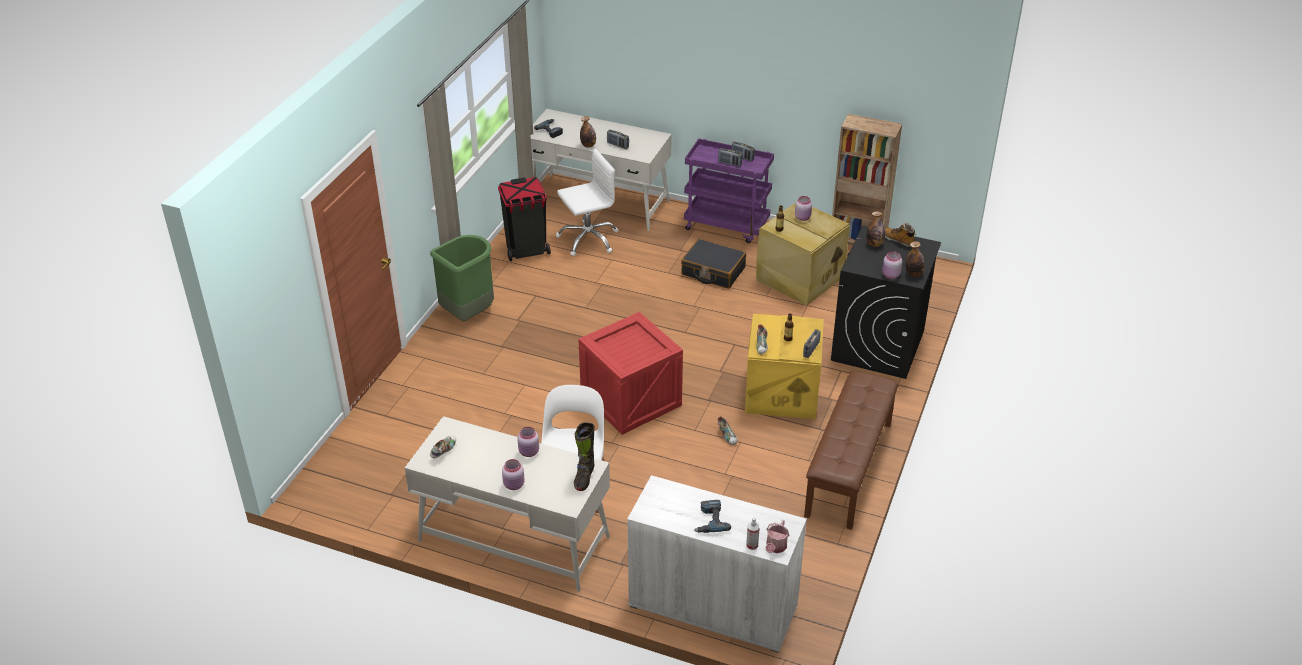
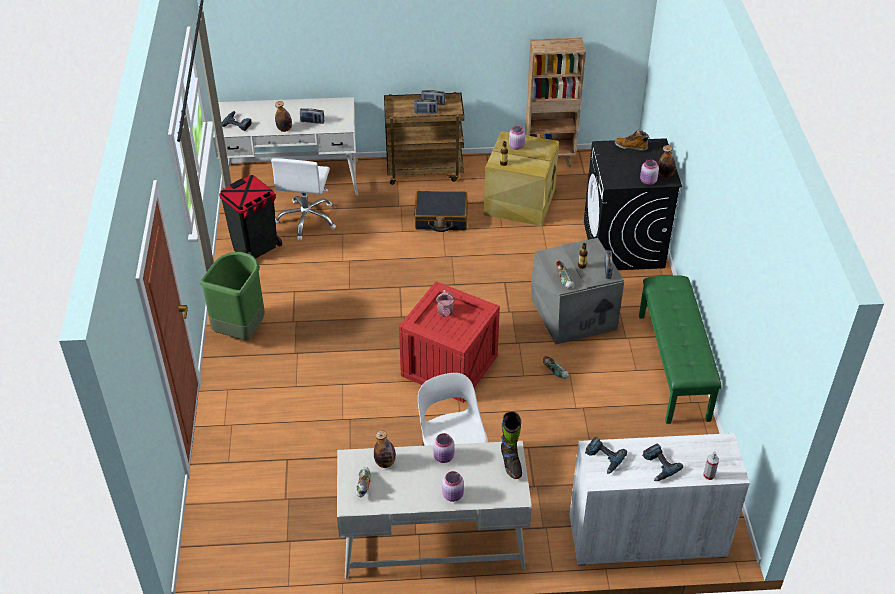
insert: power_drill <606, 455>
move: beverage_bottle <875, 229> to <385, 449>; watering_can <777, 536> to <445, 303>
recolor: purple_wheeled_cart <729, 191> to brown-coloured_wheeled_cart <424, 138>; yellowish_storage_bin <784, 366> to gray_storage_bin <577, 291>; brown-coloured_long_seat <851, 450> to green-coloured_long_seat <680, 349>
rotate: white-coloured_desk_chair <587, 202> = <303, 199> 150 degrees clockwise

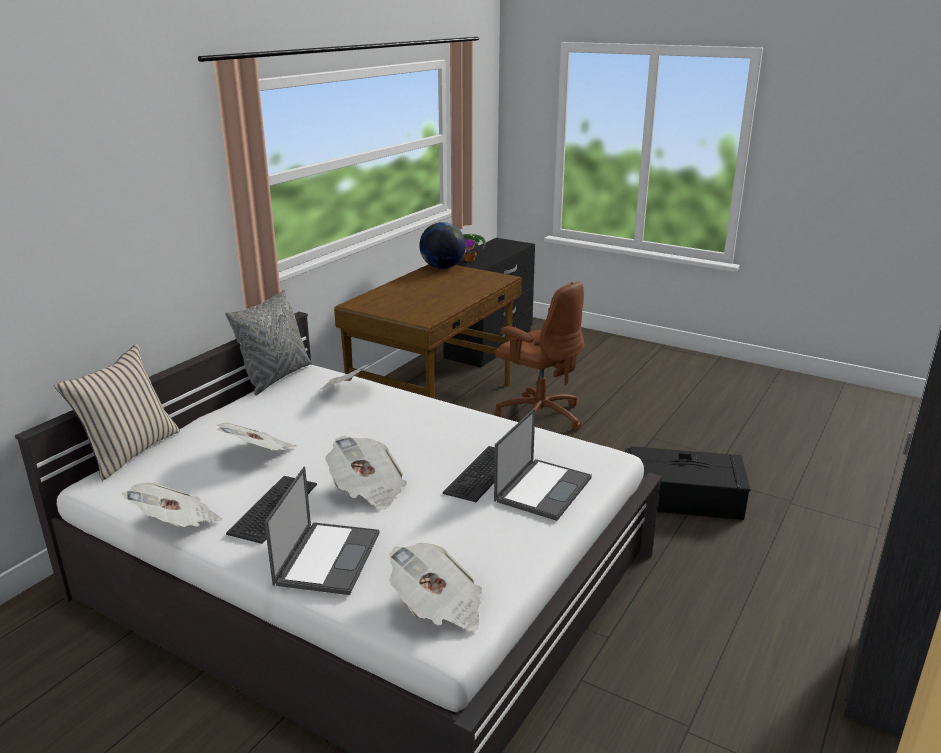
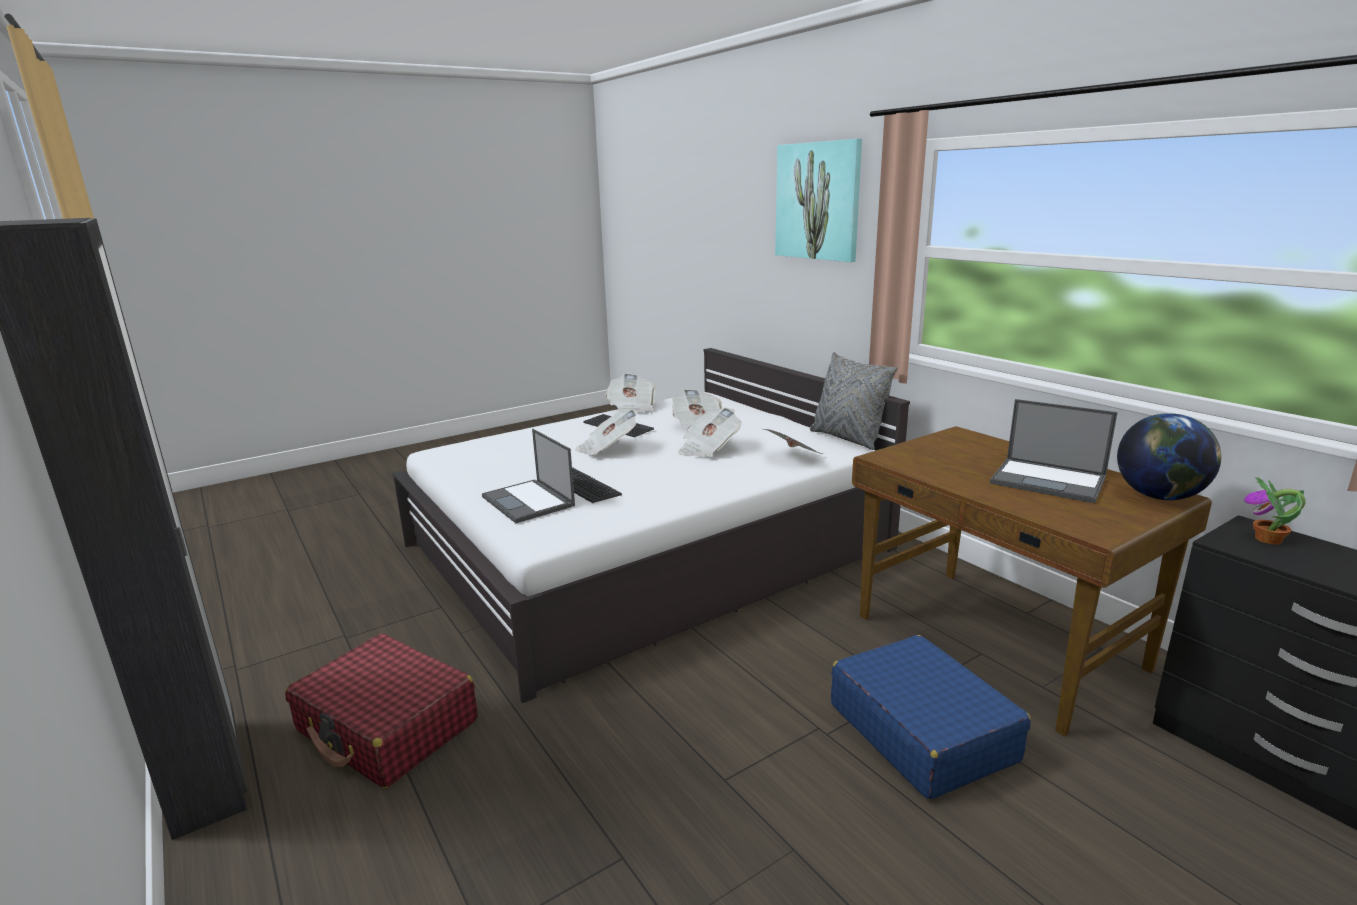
delete: beige_cushion <117, 412>; blackish_storage_bin <688, 483>
insert: wall_picture <818, 200>; red_travel_case <381, 710>
move: portable_computer <322, 531> to <1054, 451>; newspaper <435, 587> to <709, 432>
replace: brown-coloured_desk_chair <539, 355> to blue_travel_case <931, 717>

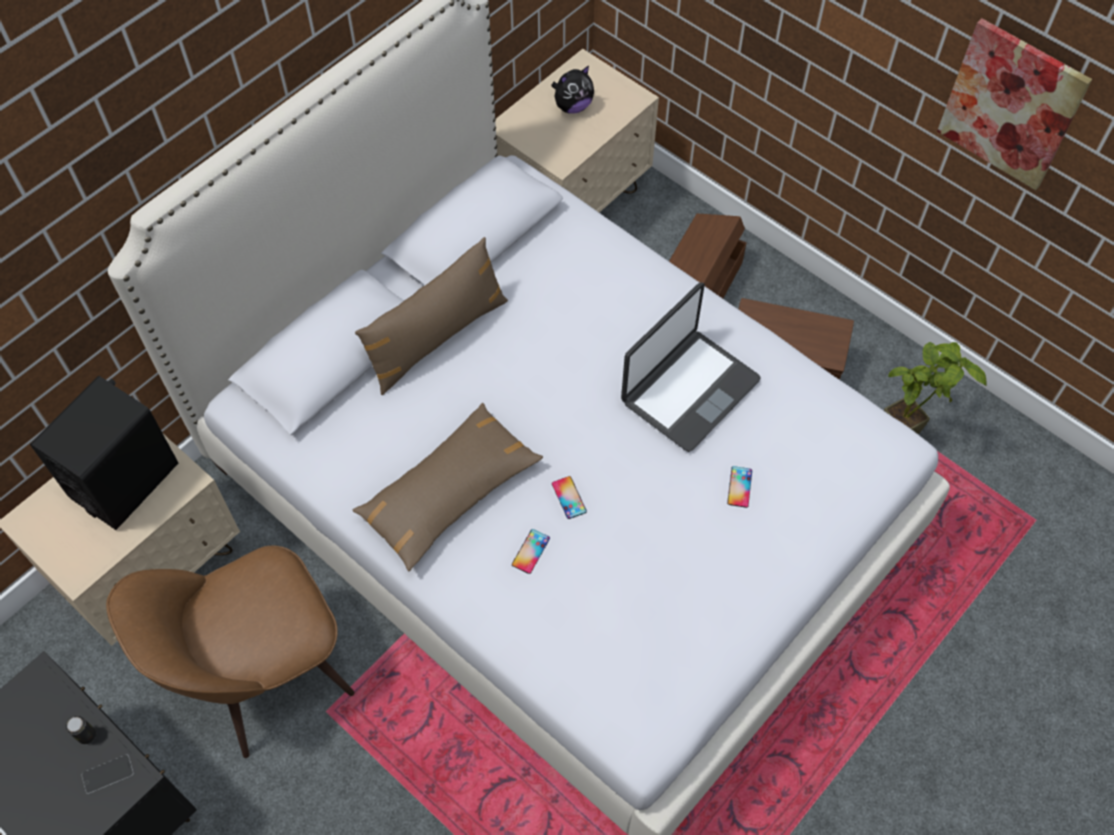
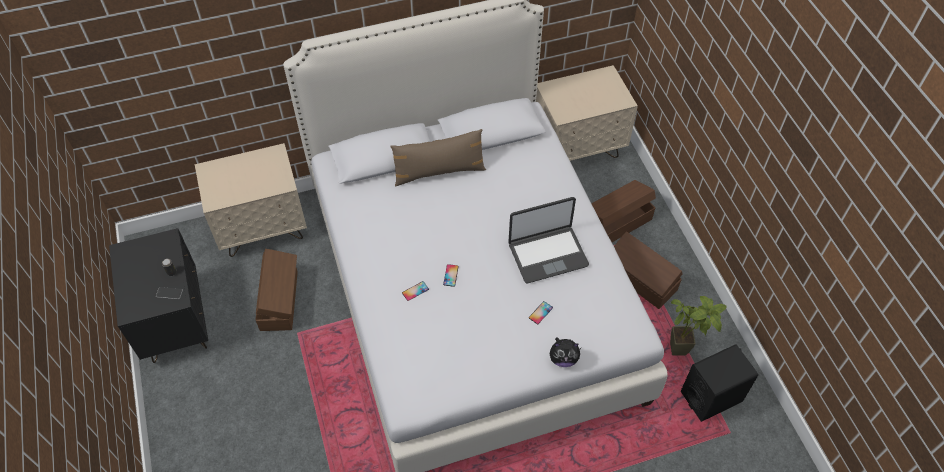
delete: wall_picture <1014, 104>; brown-coloured_cushion <447, 487>
move: plush_toy <572, 90> to <565, 352>; blackish_loudspeaker <104, 453> to <719, 383>
replace: brown-coloured_chair <230, 652> to brown-coloured_storage_bin <276, 290>

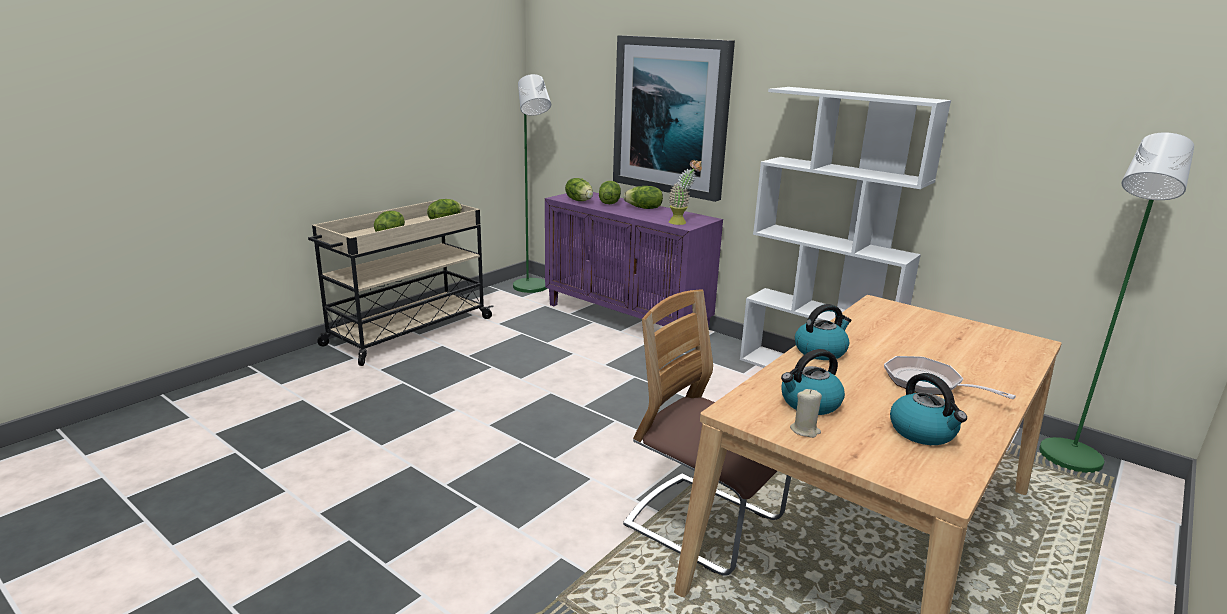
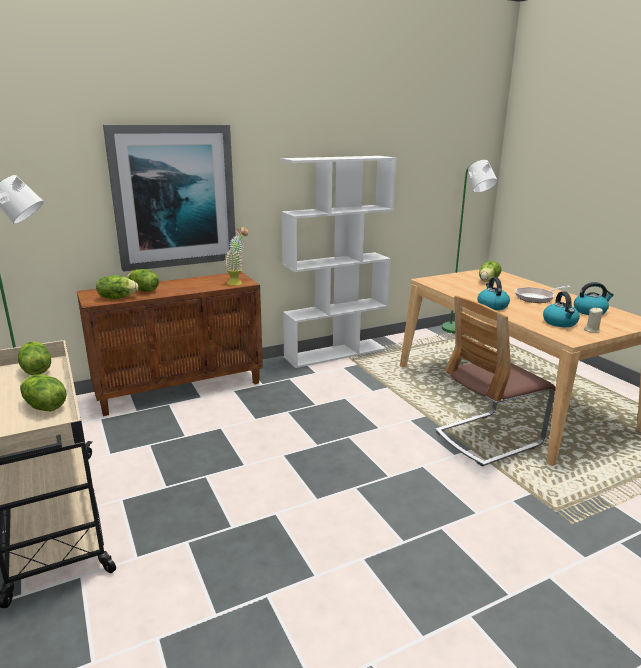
move: lettuce_head <643, 197> to <490, 271>
recolor: purple_cupboard <634, 260> to brown-coloured_cupboard <170, 344>

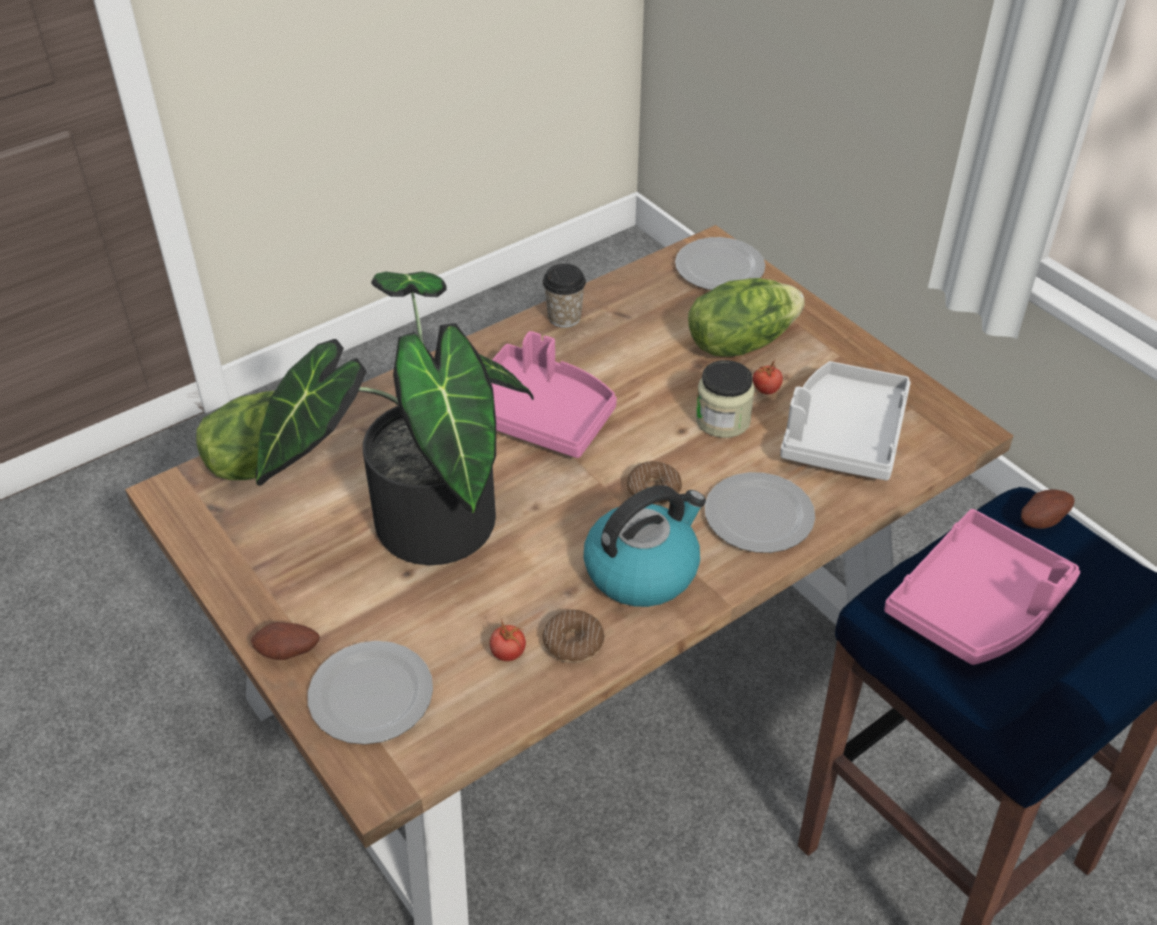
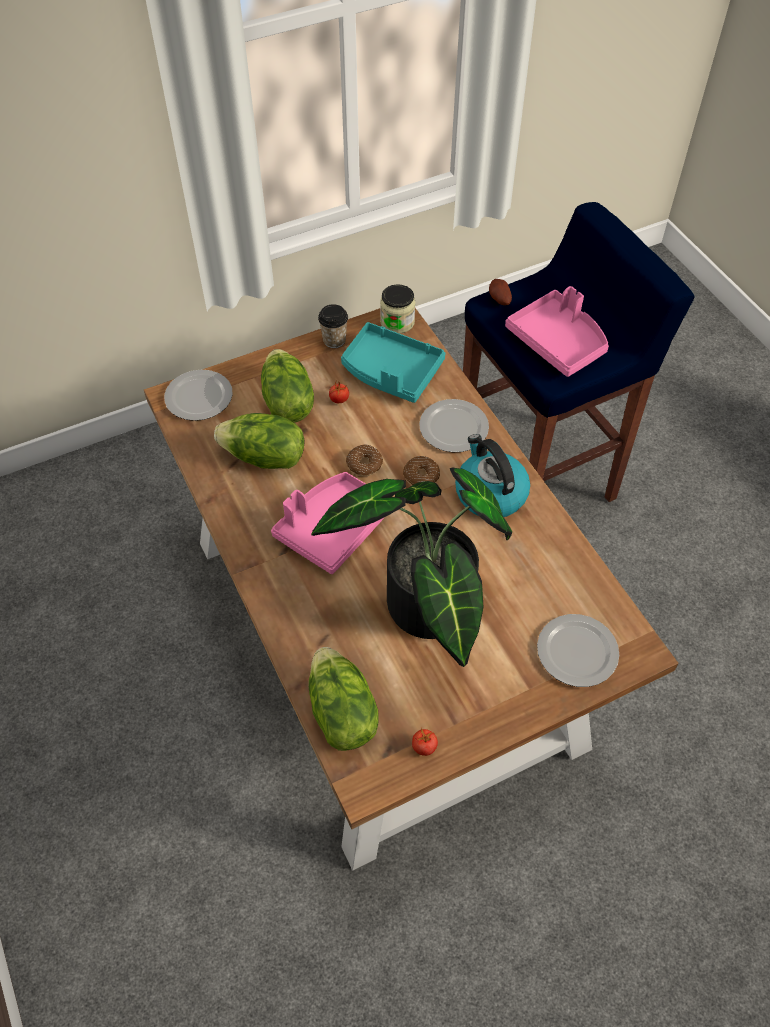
delete: whole_potato <285, 641>
insert: lettuce_head <259, 441>
move: small_cup <564, 296> to <333, 326>; jar <725, 399> to <397, 309>; ring_doughnut <574, 636> to <364, 460>; whole_tomato <508, 639> to <425, 742>
recolor: gray_tray <845, 420> to turquoise-coloured_tray <393, 362>

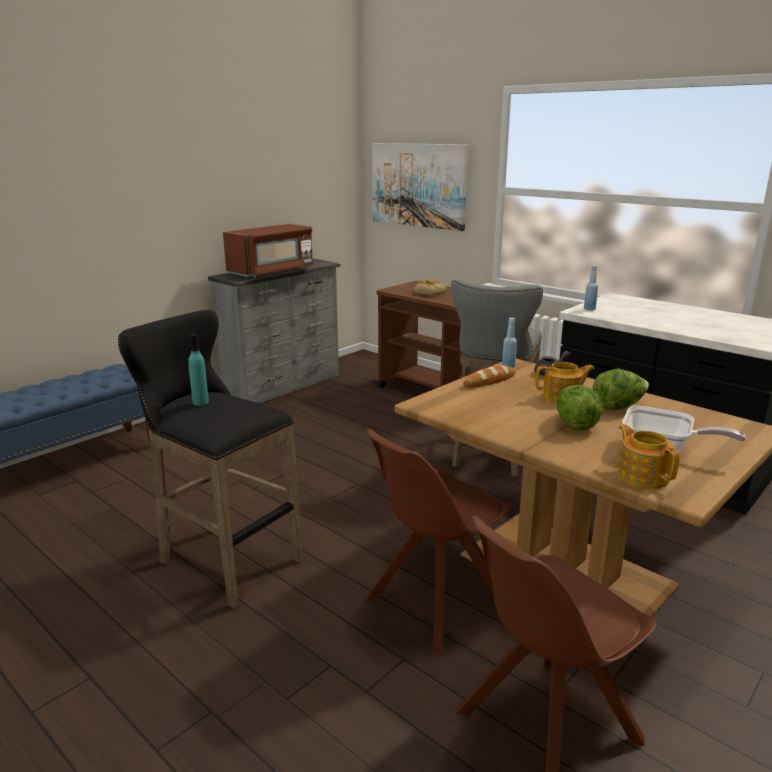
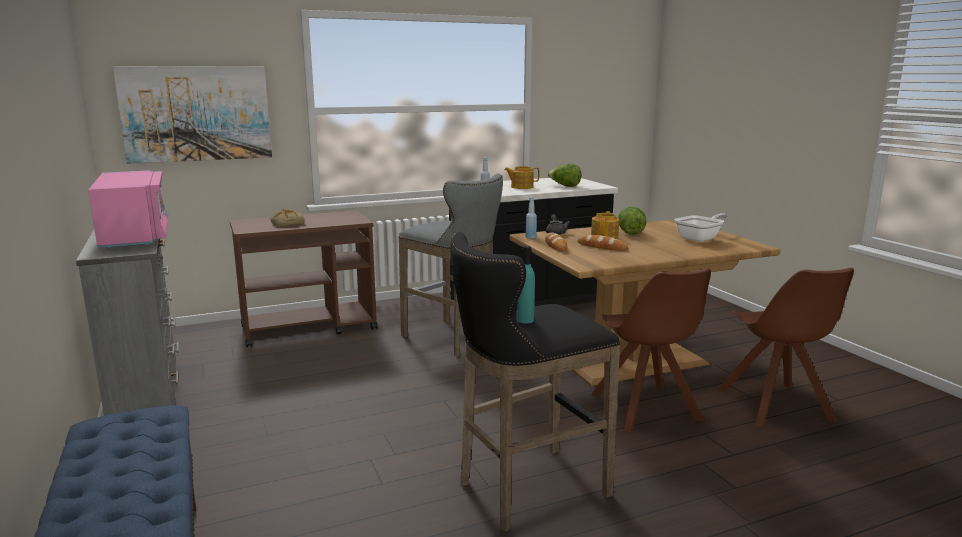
insert: baked_bread <603, 243>
move: lettuce_head <580, 408> to <564, 175>; tea_pot <649, 456> to <521, 177>
recolor: brown-coloured_microwave <268, 251> to pink_microwave <128, 209>

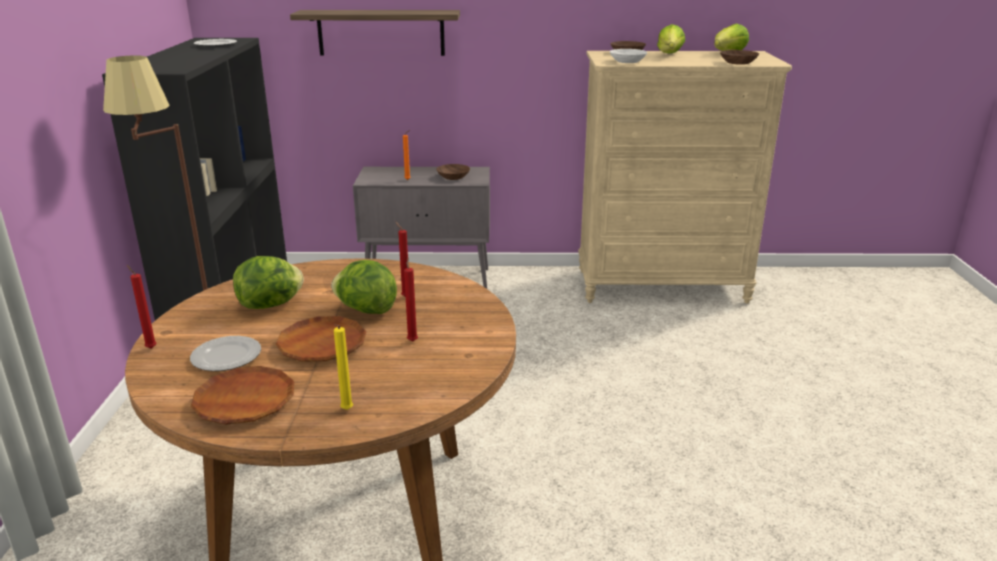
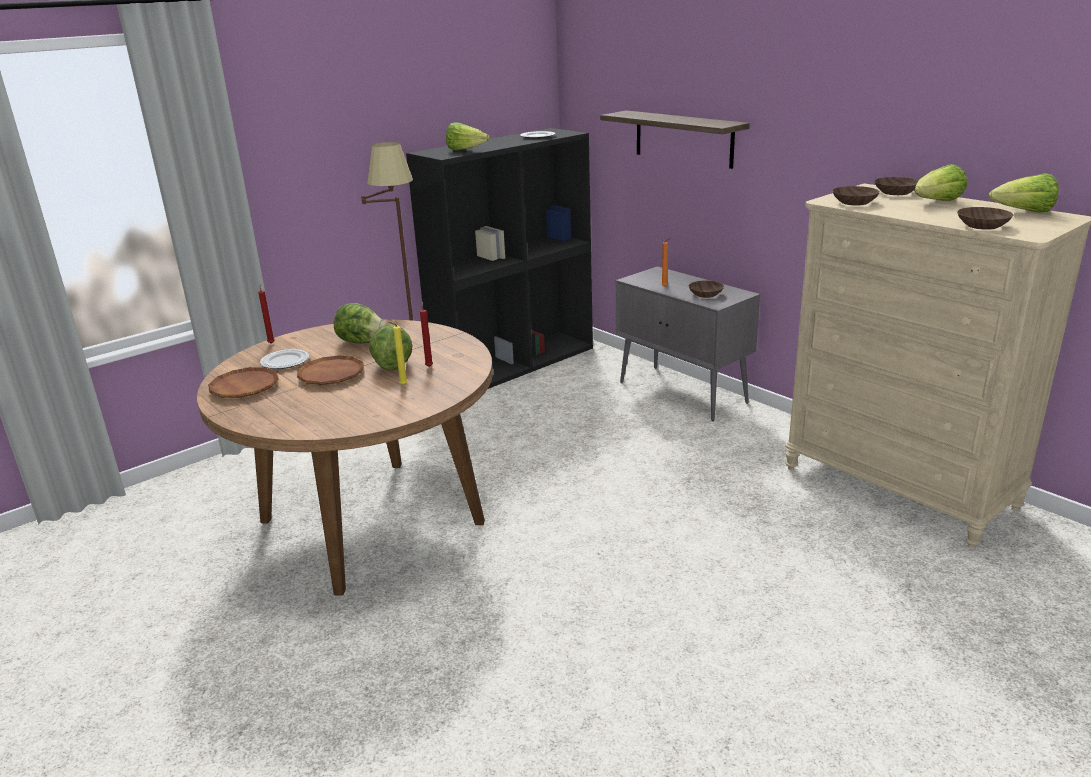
delete: red_wax_candle <411, 299>
insert: lettuce_head <467, 136>
move: yellowish_wax_candle <343, 367> to <398, 353>
recolor: white-coloured_bowl <628, 56> to brown-coloured_bowl <856, 196>

